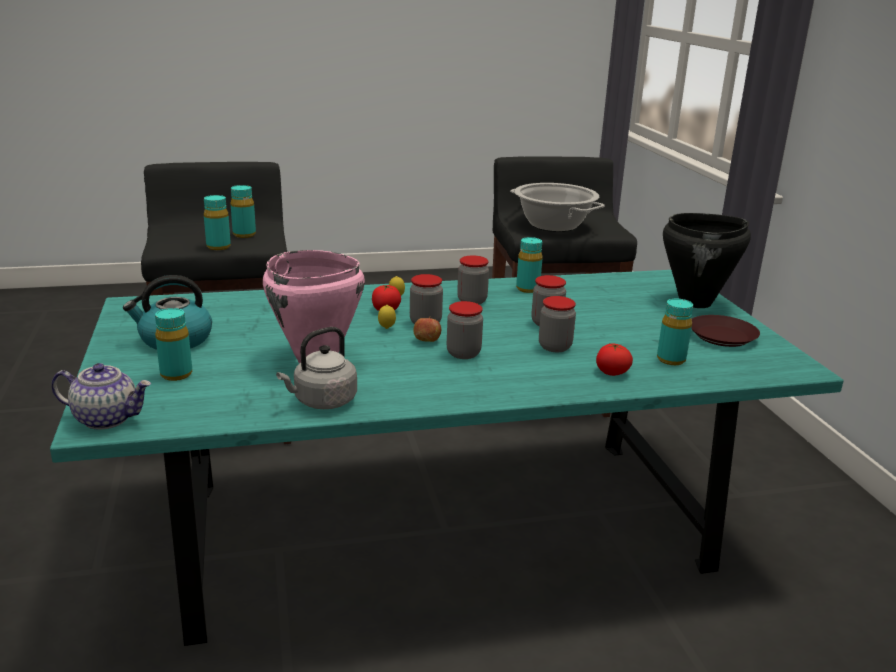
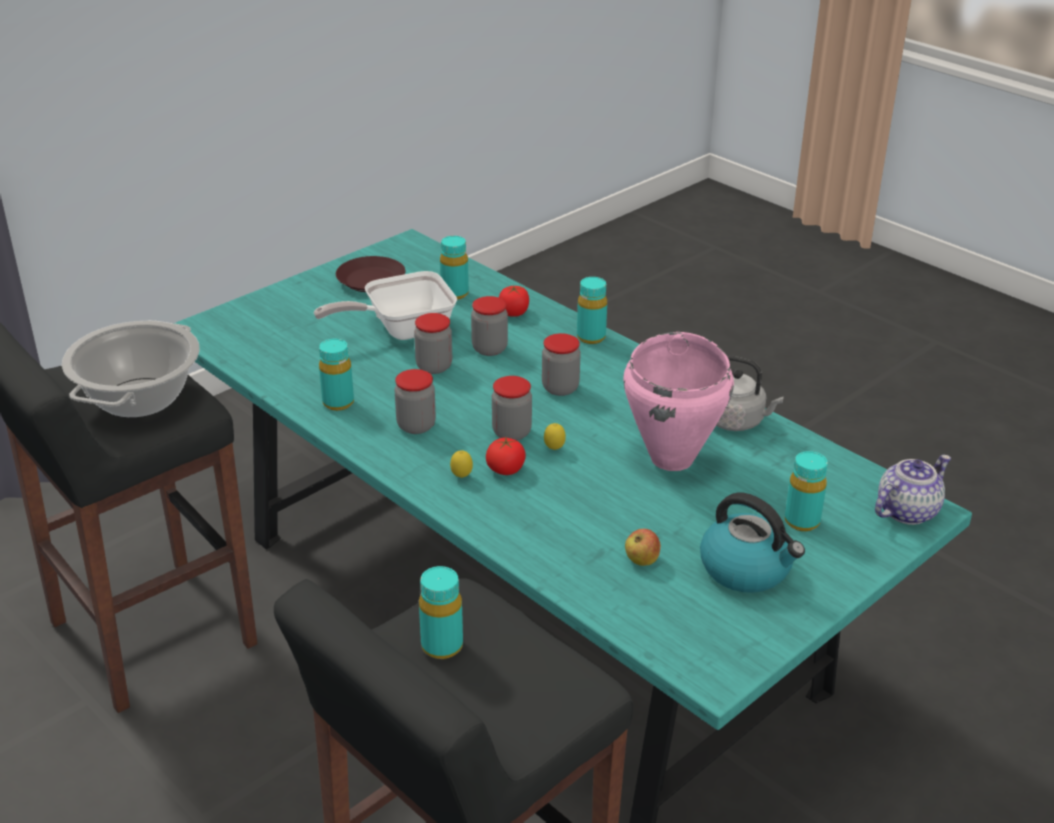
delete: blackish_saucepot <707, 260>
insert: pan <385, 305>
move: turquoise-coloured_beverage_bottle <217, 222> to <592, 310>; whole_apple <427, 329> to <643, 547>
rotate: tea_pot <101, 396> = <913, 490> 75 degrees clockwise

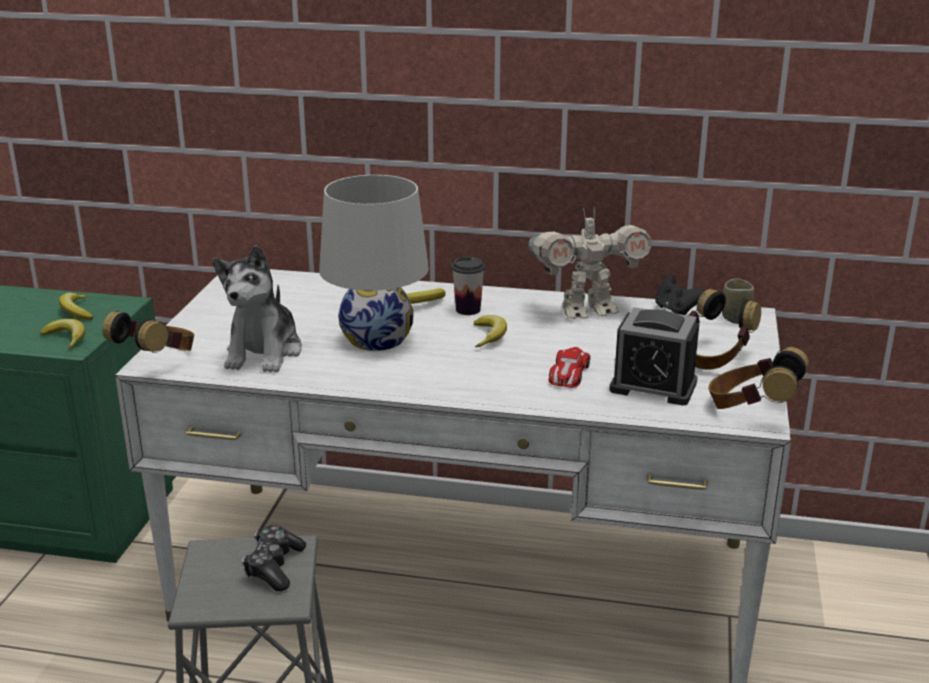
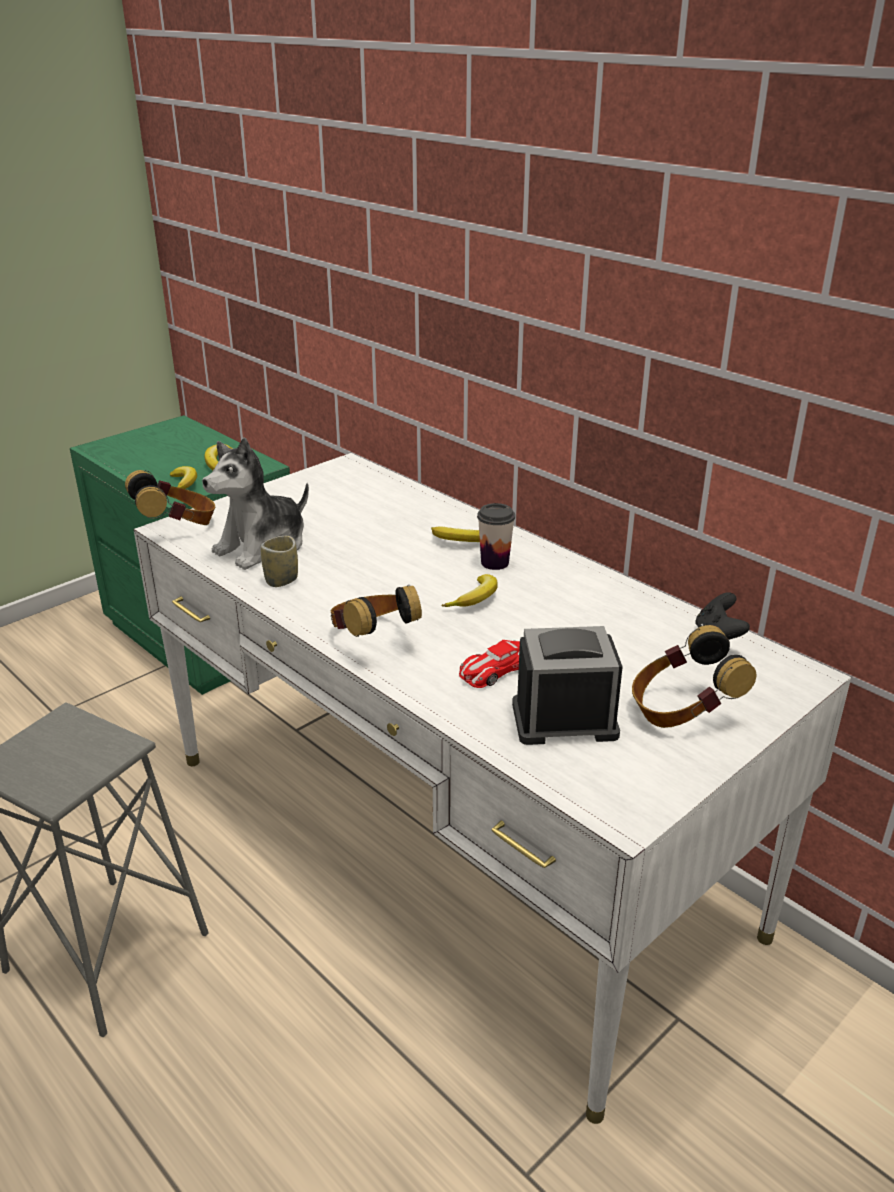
delete: white-coloured_tabletop_lamp <374, 263>; toy_robot <590, 263>; game_controller <274, 558>
move: small_cup <738, 301> to <279, 561>; headphones <759, 378> to <376, 611>
rotate: alarm_clock <654, 356> = <567, 685> 120 degrees clockwise

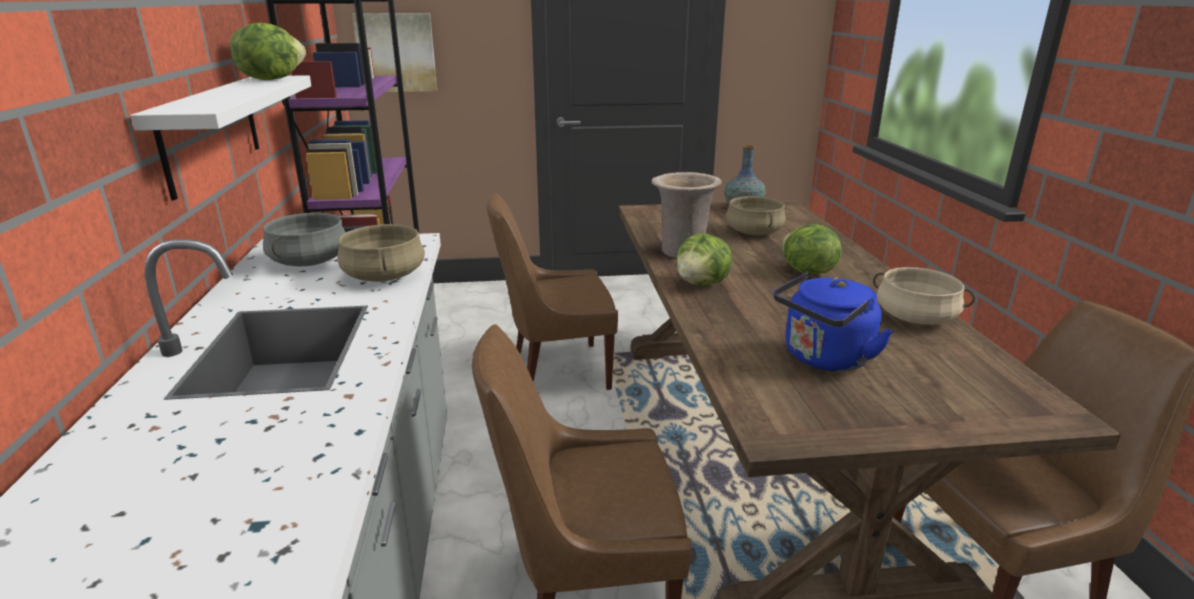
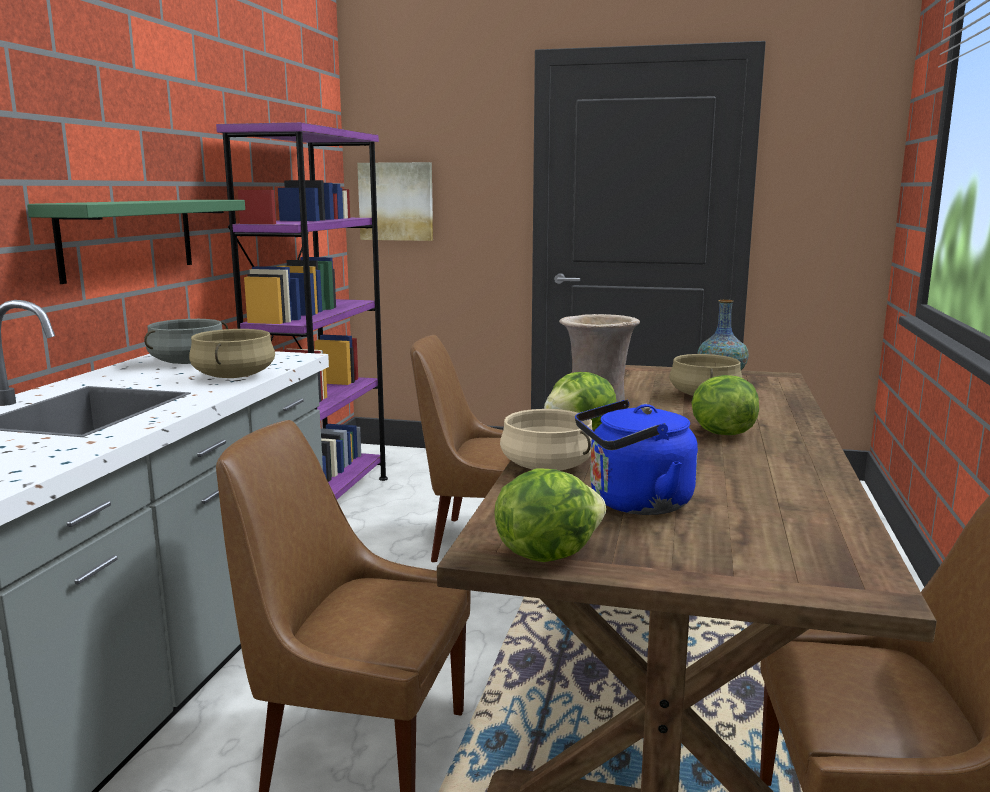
move: lettuce_head <268, 51> to <550, 515>; beige_saucepot <924, 296> to <546, 440>
recolor: white-coloured_shelf <220, 138> to green-coloured_shelf <136, 242>

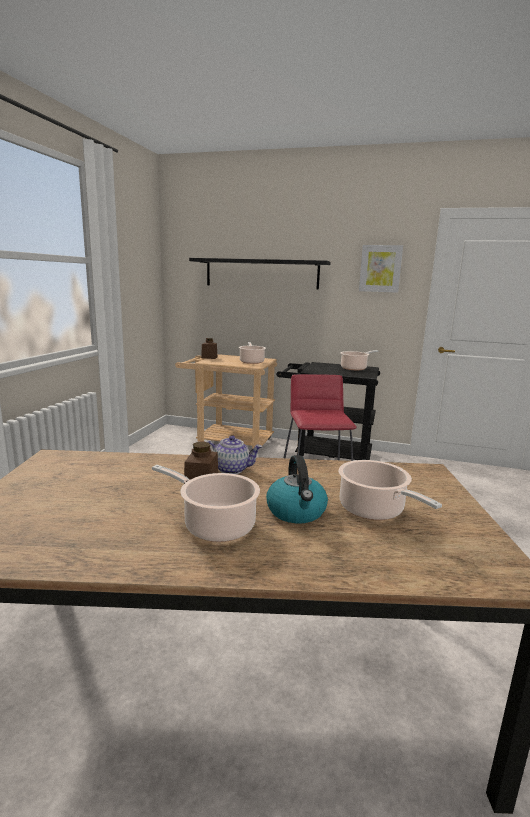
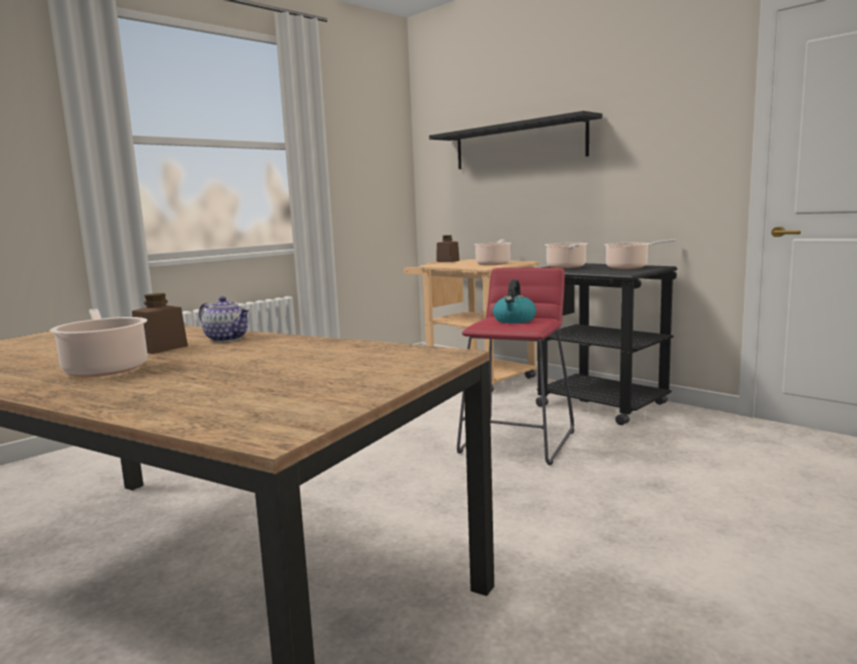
delete: wall_picture <381, 269>
move: water_kettle <297, 489> to <514, 301>; saucepot <390, 490> to <566, 255>

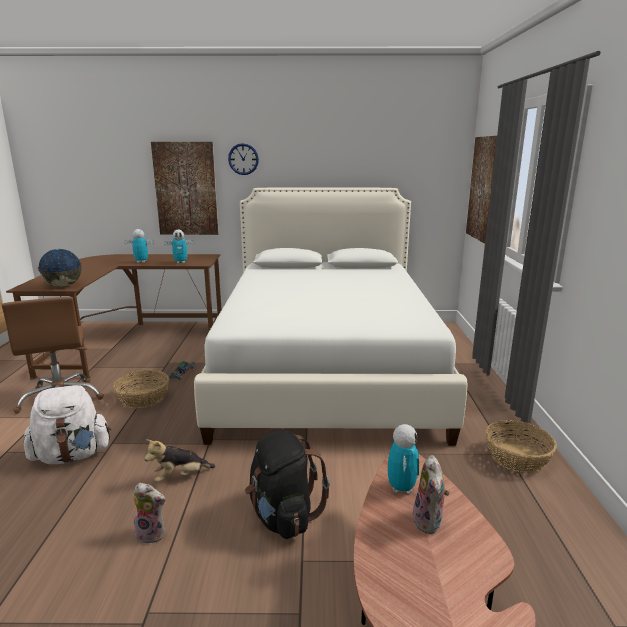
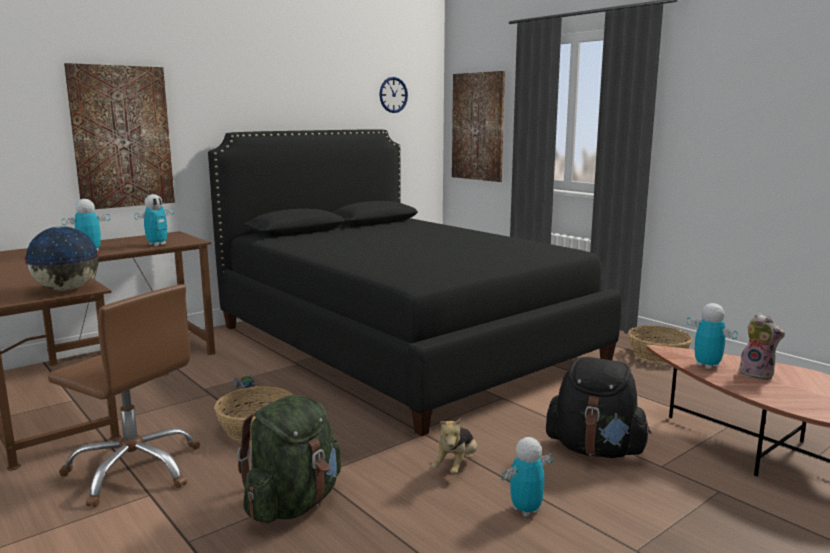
move: wall_clock <243, 159> to <393, 95>
replace: plush_toy <149, 513> to toy_robot <527, 477>
recolor: white-coloured_sleeping_bed <330, 316> to blackish_sleeping_bed <415, 282>; white-coloured_rucksack <67, 424> to green-coloured_rucksack <289, 459>

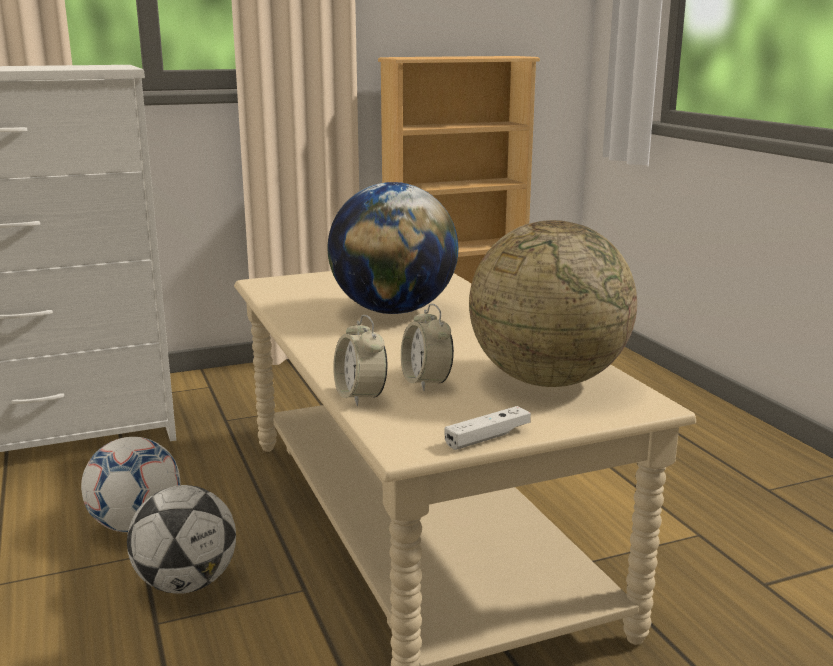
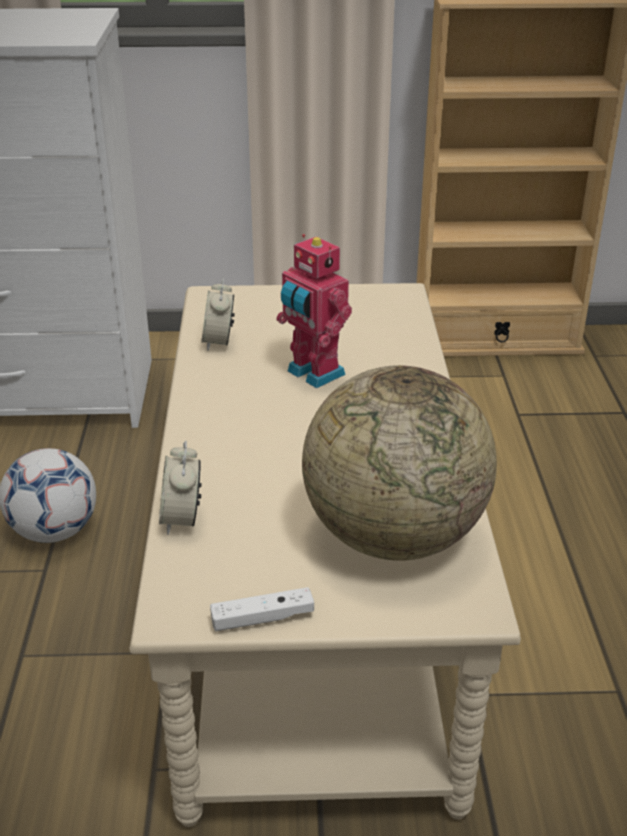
delete: ball_for_football <181, 539>
move: alarm_clock <427, 347> to <218, 314>
replace: desk_globe <392, 248> to toy_robot <314, 311>

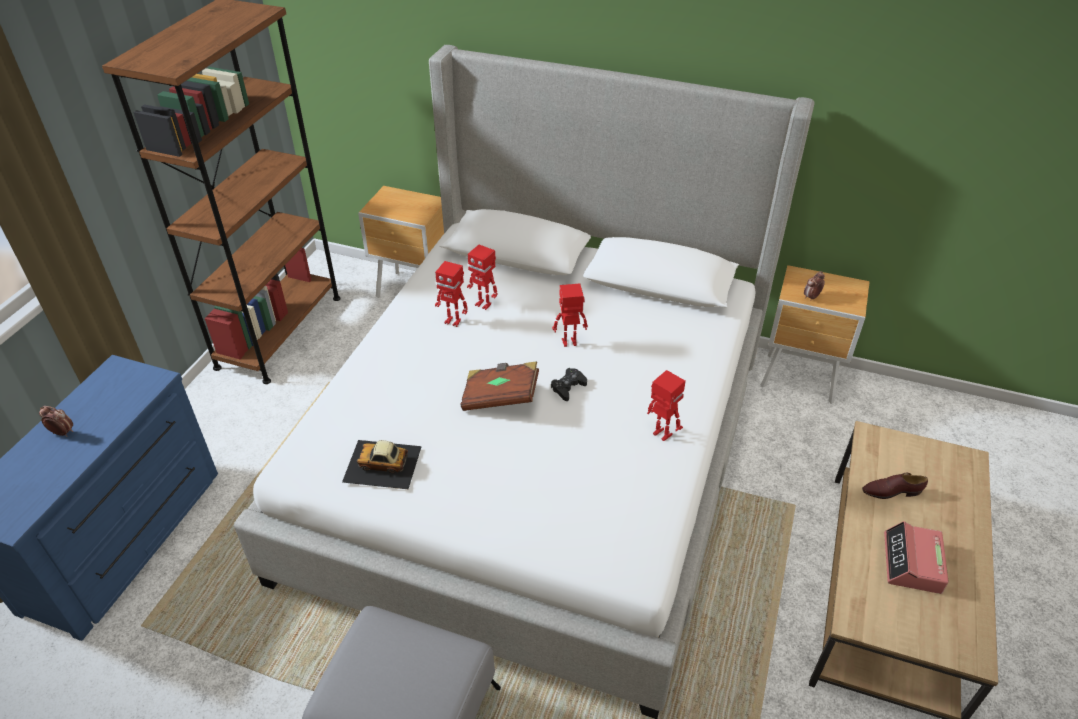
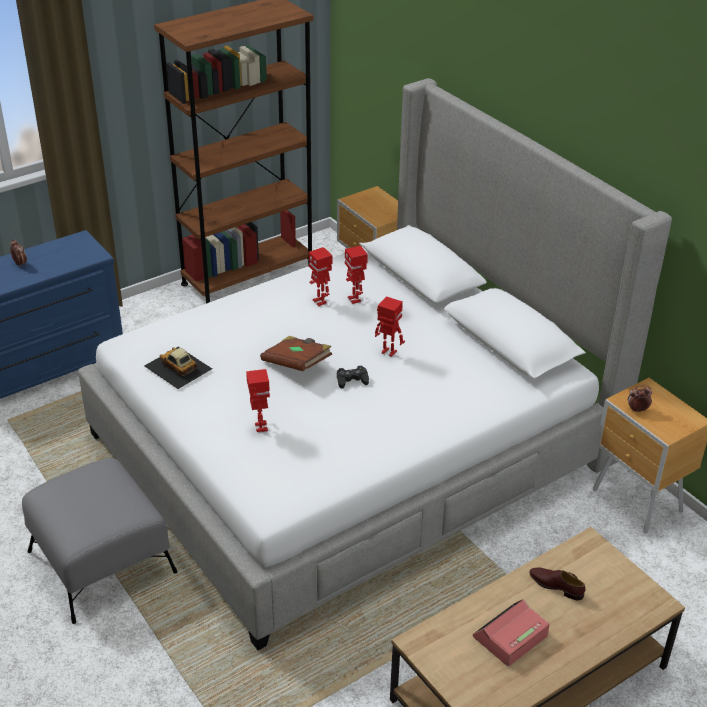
move: toy_robot <666, 405> to <258, 400>

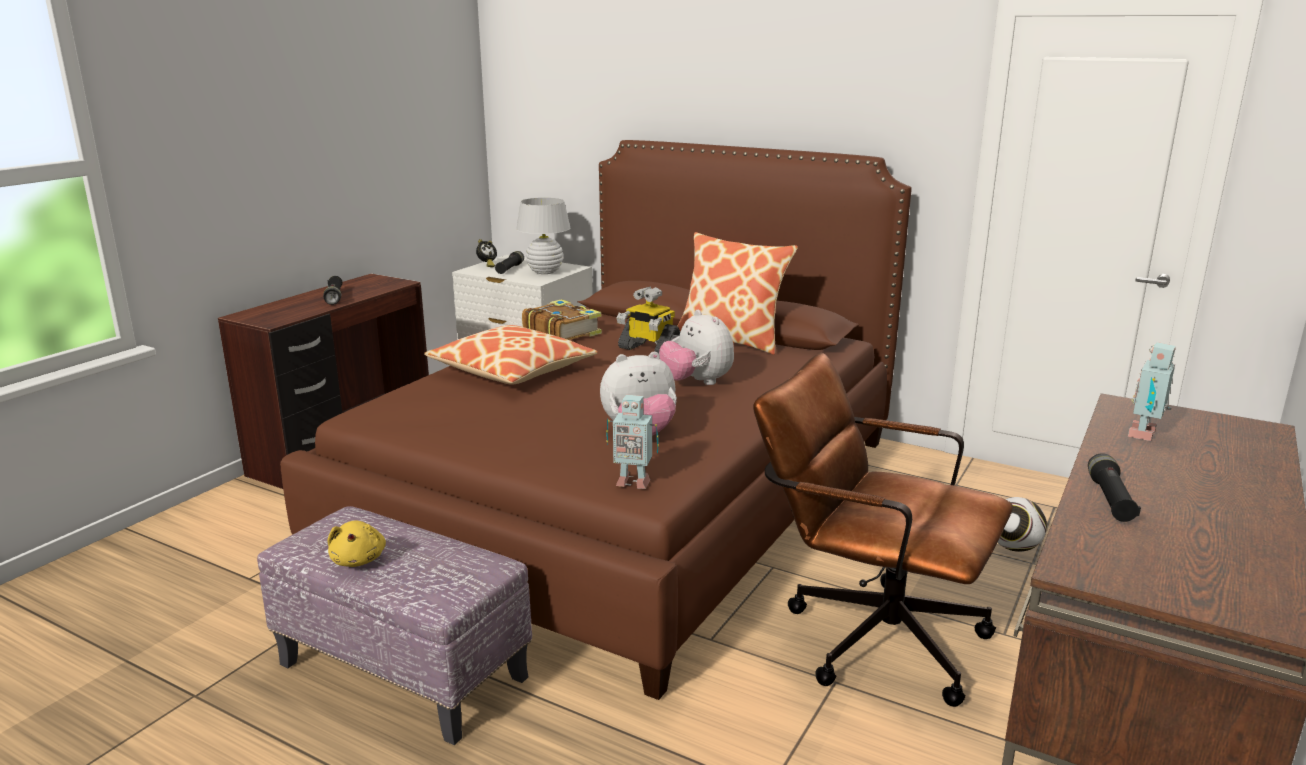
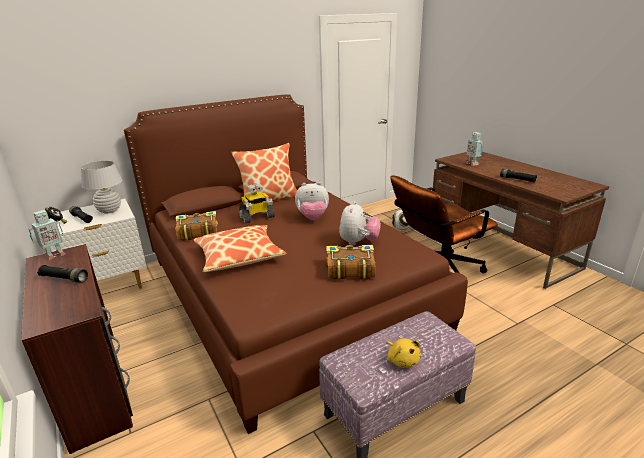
insert: volume <350, 262>
move: toy_robot <632, 442> to <47, 235>
rotate: yellowish_plush_toy <356, 543> = <404, 353> 45 degrees clockwise

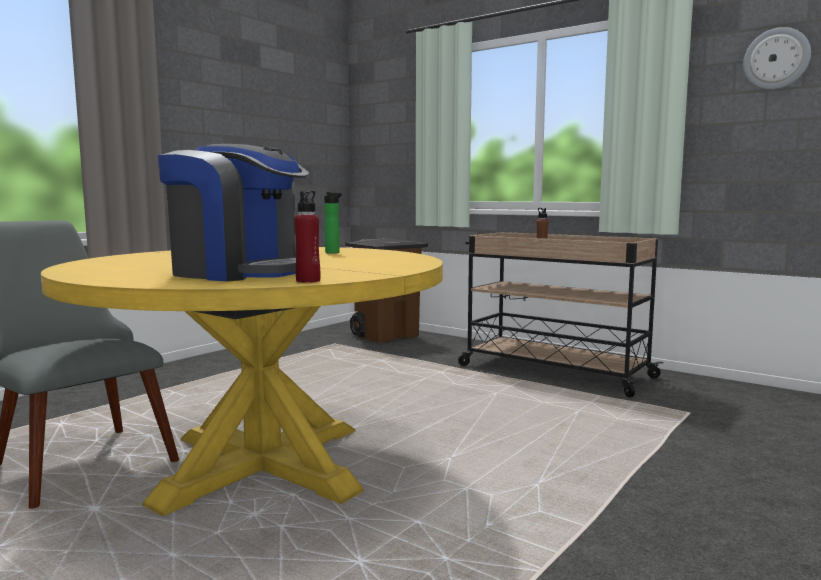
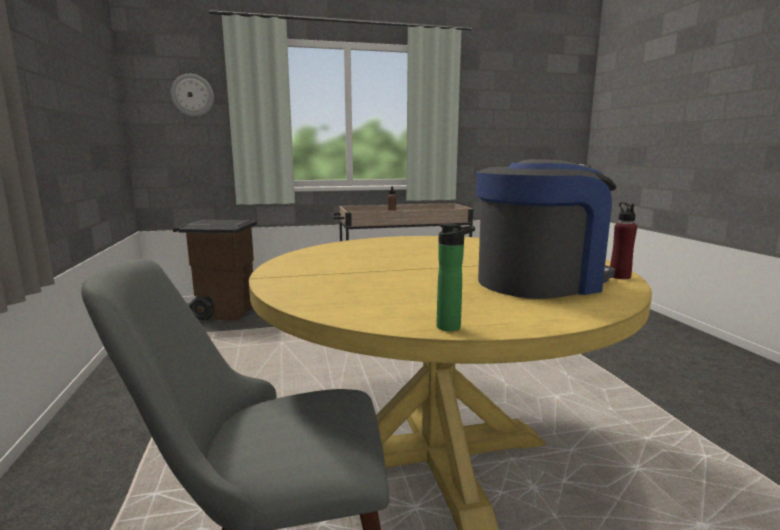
move: wall_clock <777, 58> to <192, 95>; beverage_bottle <333, 223> to <456, 277>

